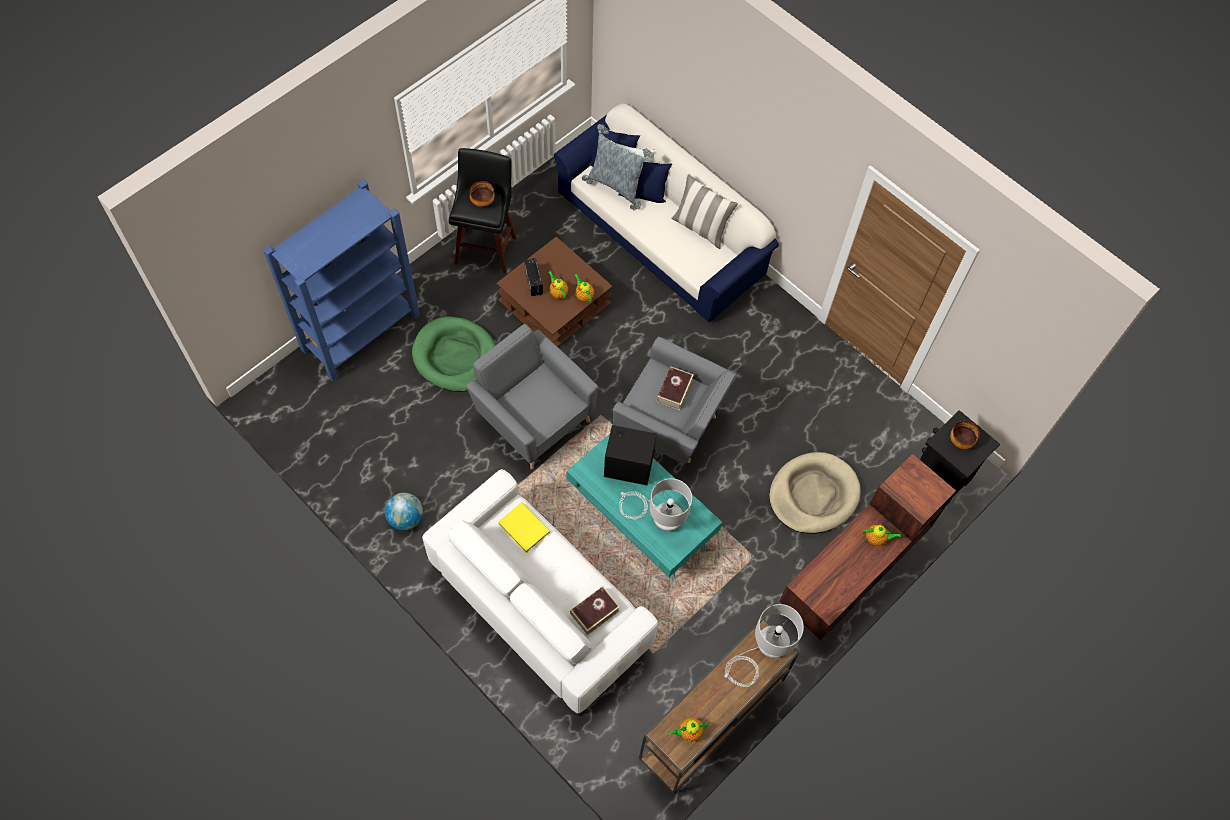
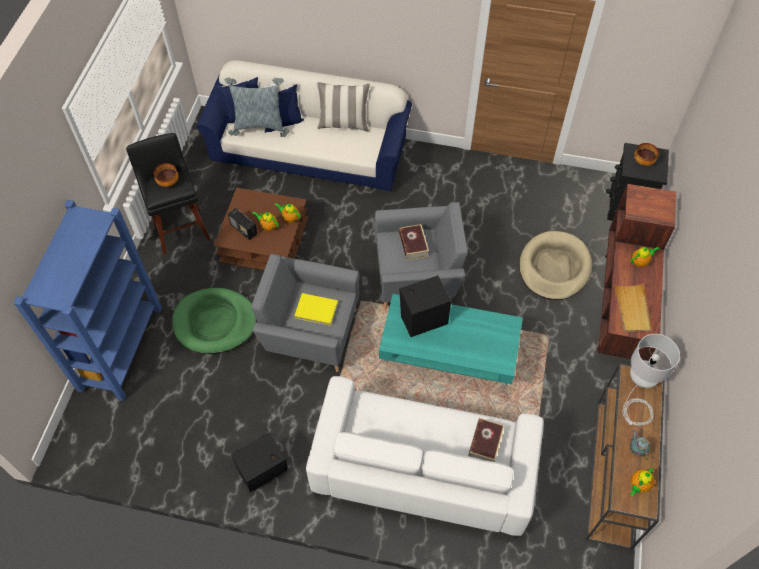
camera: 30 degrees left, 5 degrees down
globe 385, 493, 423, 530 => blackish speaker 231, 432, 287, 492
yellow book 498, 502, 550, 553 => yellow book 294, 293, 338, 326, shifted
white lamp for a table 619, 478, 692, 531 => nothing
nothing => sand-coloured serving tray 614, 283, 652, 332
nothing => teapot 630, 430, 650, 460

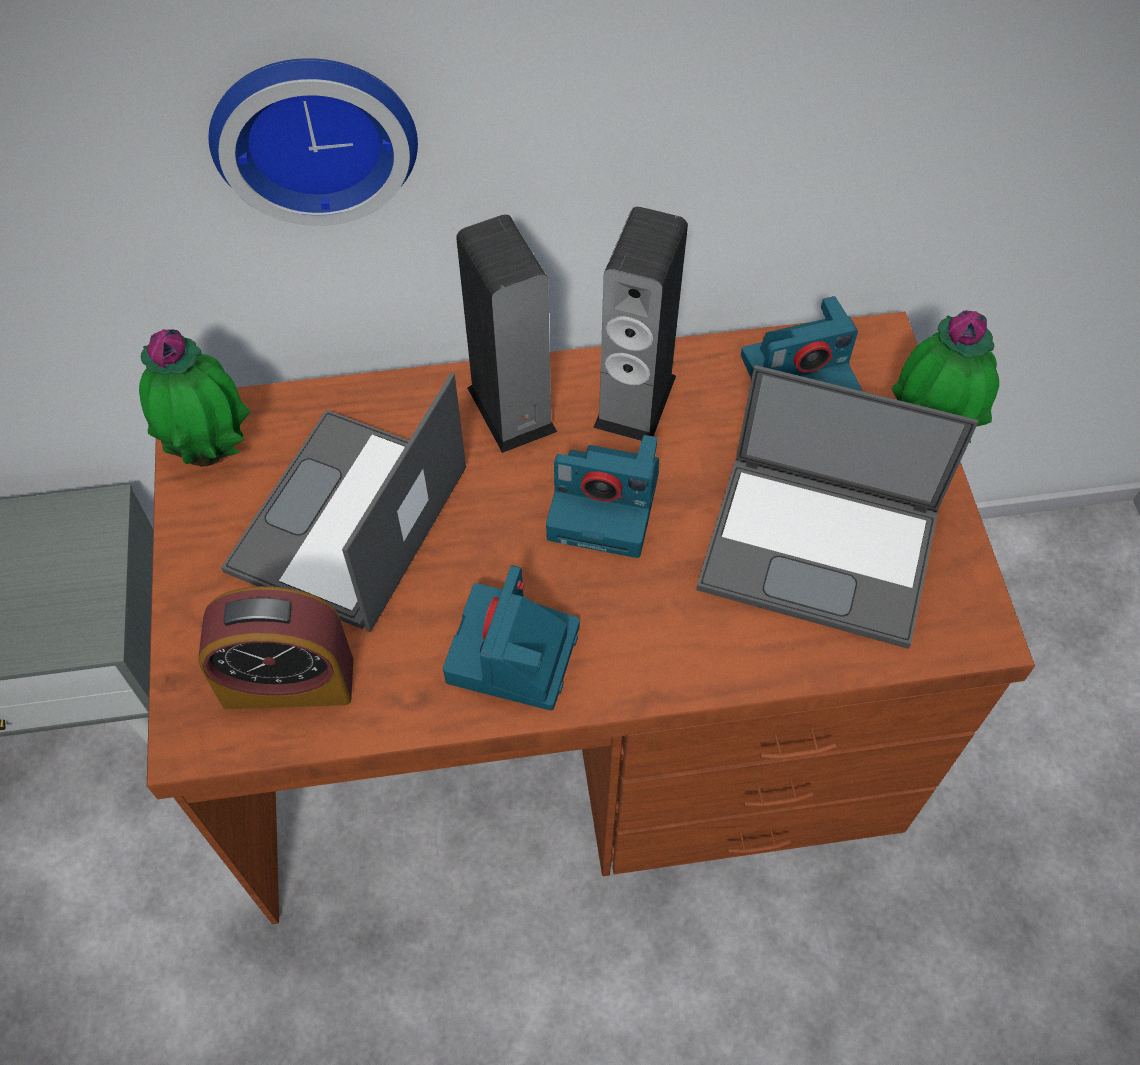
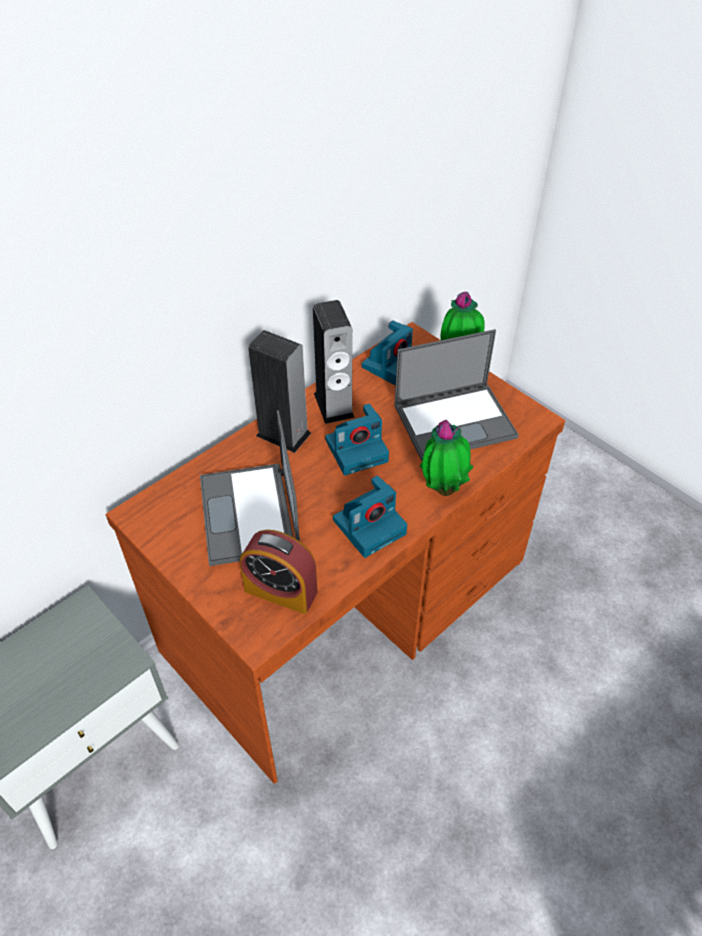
camera: 35 degrees left, 10 degrees down
potted plant 139, 329, 250, 467 => potted plant 420, 420, 473, 496, shifted
alarm clock 198, 586, 353, 709 => alarm clock 240, 530, 318, 614, 60 degrees clockwise
clock on the wall 208, 58, 418, 226 => nothing
photo camera 443, 565, 580, 711 => photo camera 333, 476, 407, 558, 105 degrees counterclockwise

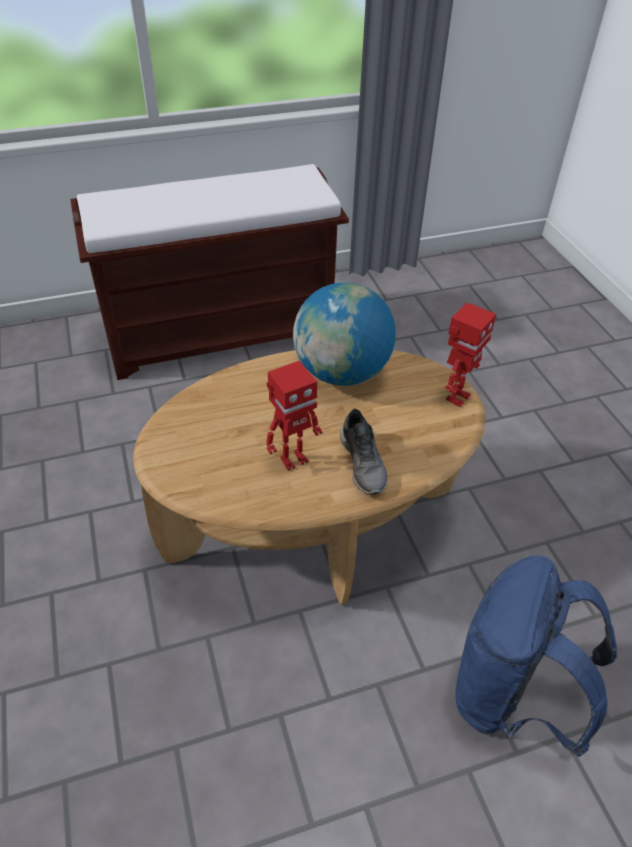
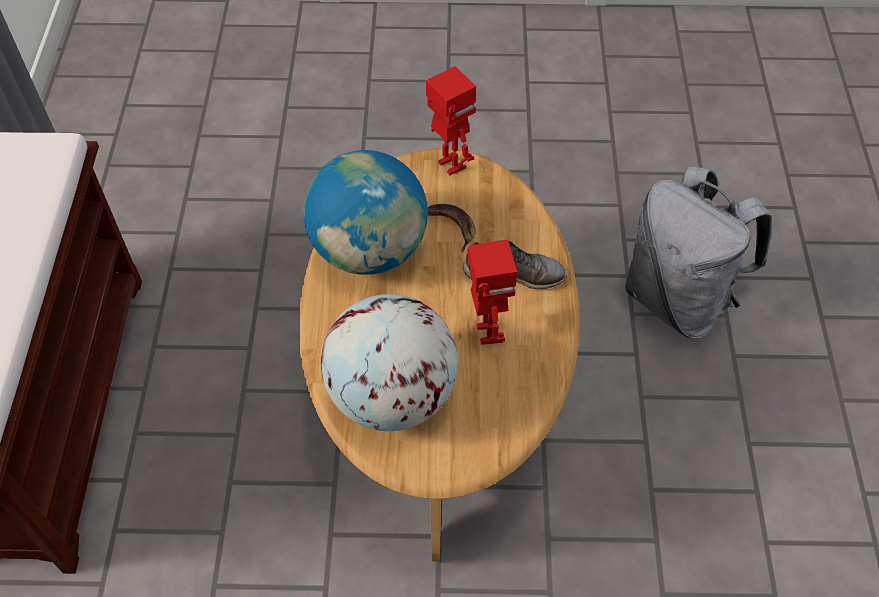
camera: 70 degrees left, 10 degrees up
bluish knapsack 456, 555, 617, 757 => grey knapsack 625, 165, 772, 339
nothing => globe 321, 294, 458, 431
nothing => whole banana 428, 204, 476, 252

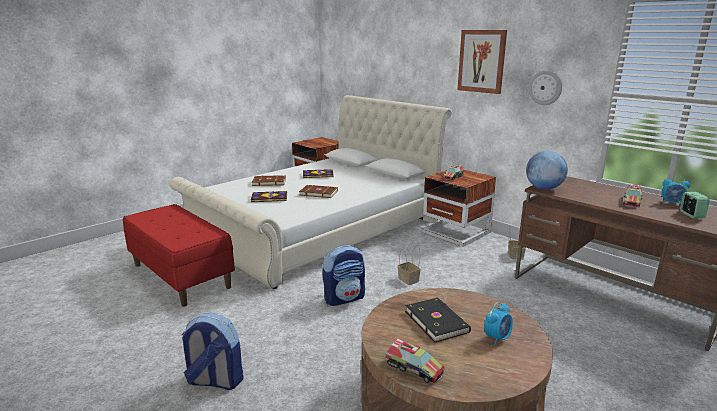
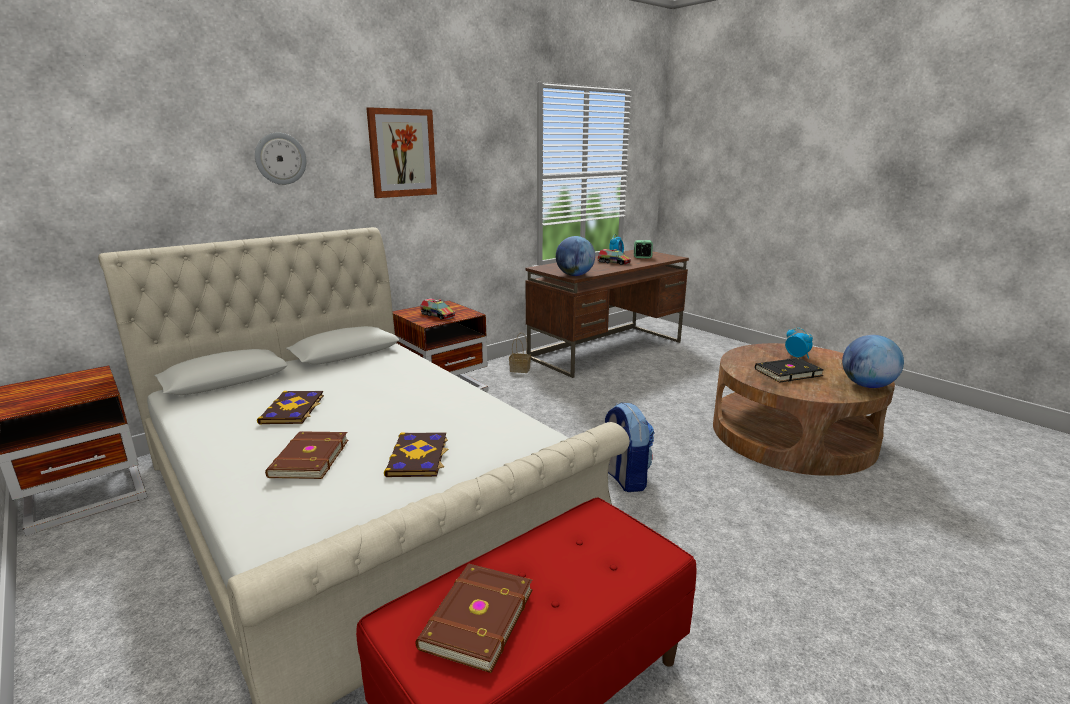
camera: 85 degrees left, 0 degrees up
knapsack 182, 313, 244, 390 => nothing
brownish book 299, 185, 338, 198 => brownish book 416, 564, 533, 673, shifted
toy truck 385, 339, 445, 383 => globe 842, 335, 904, 388
basket 398, 245, 421, 285 => nothing
clock on the wall 529, 70, 562, 105 => clock on the wall 255, 132, 307, 185, shifted

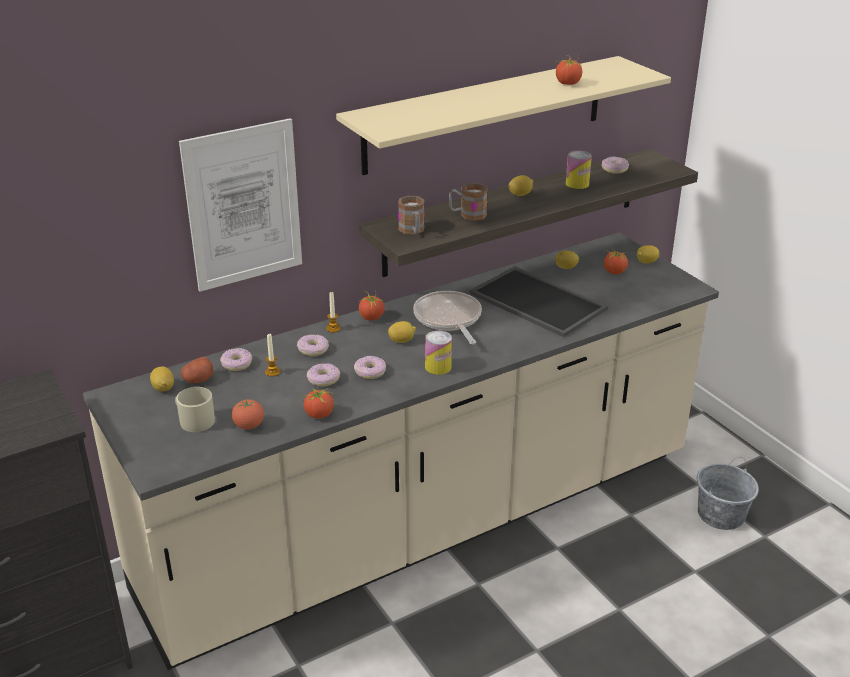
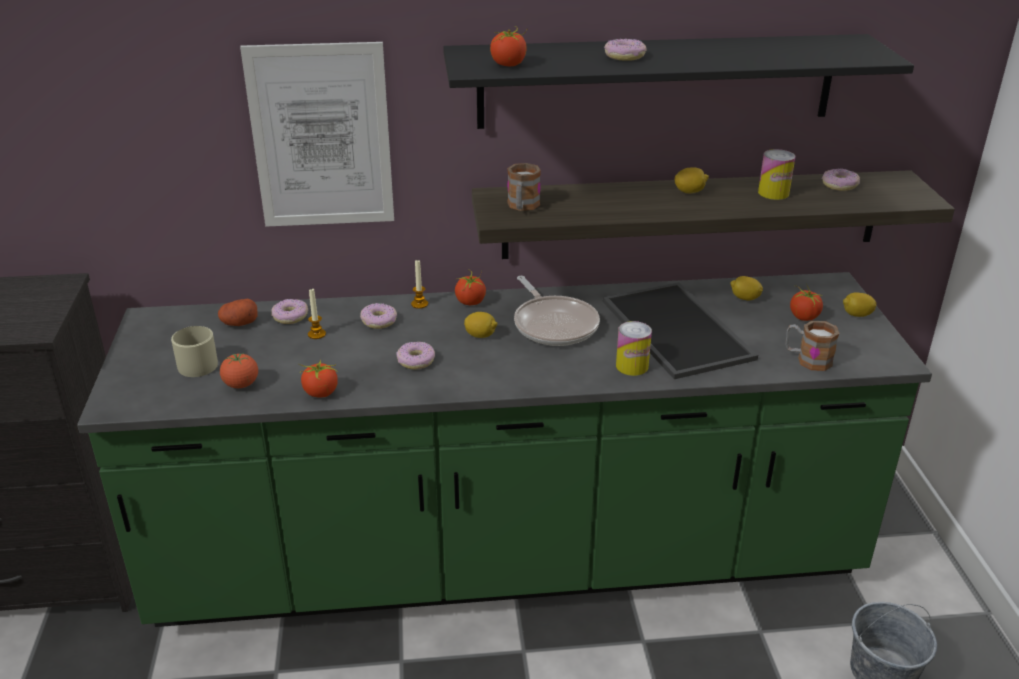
camera: 25 degrees right, 0 degrees up
sand-coloured kitchen counter 83, 233, 719, 670 => greenish kitchen counter 77, 272, 932, 627
citrus fruit 150, 367, 174, 392 => nothing
ring doughnut 307, 363, 340, 386 => ring doughnut 604, 39, 647, 61, shifted
sand-coloured wall shelf 336, 56, 671, 175 => blackish wall shelf 443, 34, 914, 129
frying pan 413, 291, 482, 344 => frying pan 514, 276, 600, 346, 150 degrees clockwise
sealed can 425, 331, 452, 375 => sealed can 616, 321, 652, 376, shifted
mug 449, 183, 488, 221 => mug 785, 321, 840, 371, shifted
tomato 556, 55, 582, 85 => tomato 490, 26, 528, 66, shifted

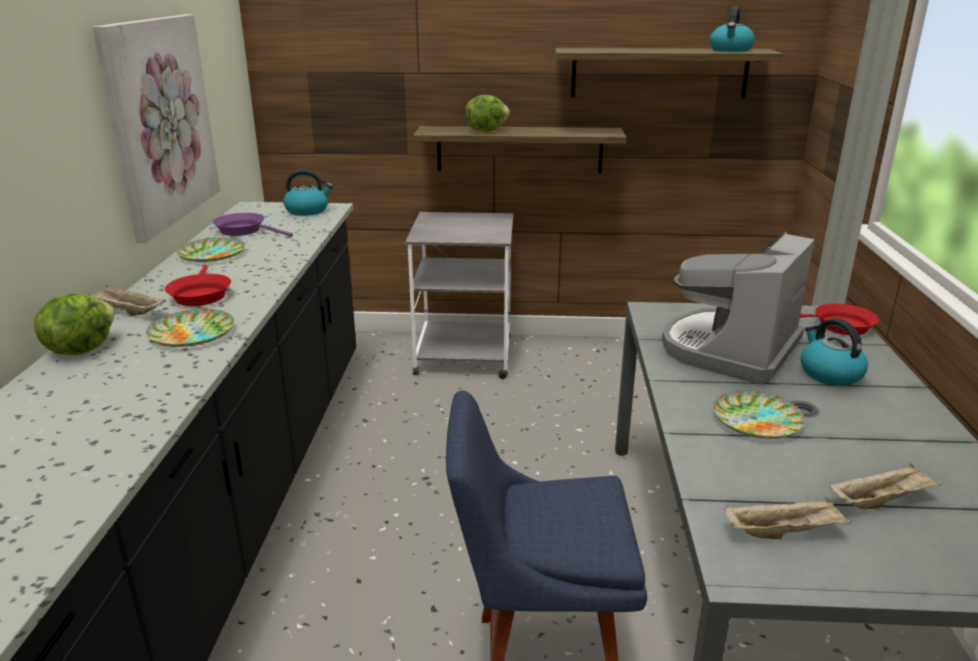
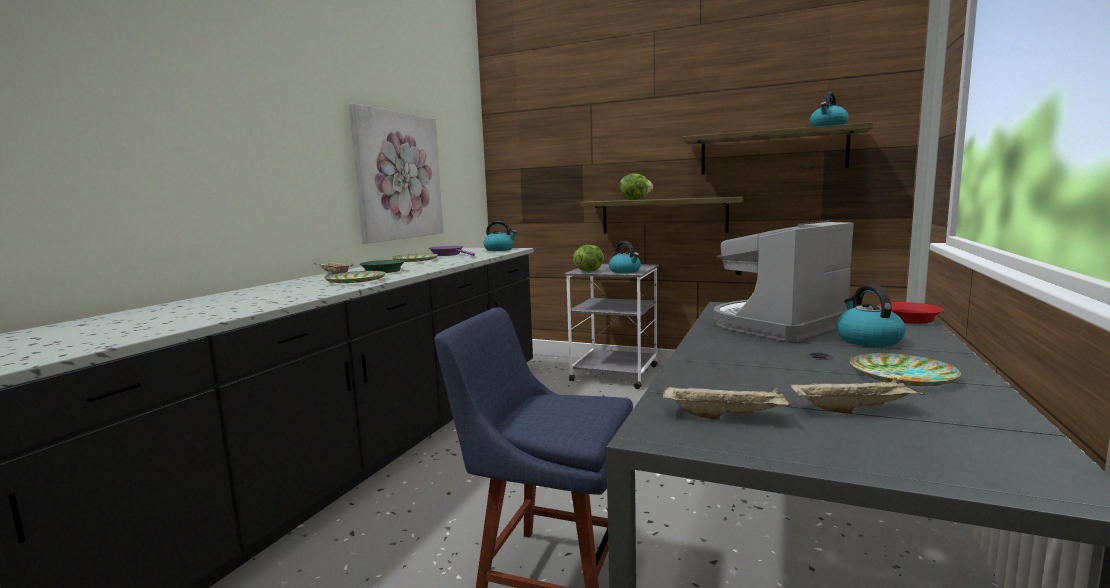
camera: 20 degrees right, 15 degrees down
lettuce head 34, 294, 115, 355 => lettuce head 573, 245, 604, 272, shifted
red-coloured frying pan 165, 265, 231, 306 => greenish frying pan 360, 260, 405, 273
flat dish 713, 390, 806, 439 => flat dish 850, 353, 961, 386, shifted
nothing => kettle 609, 241, 641, 273

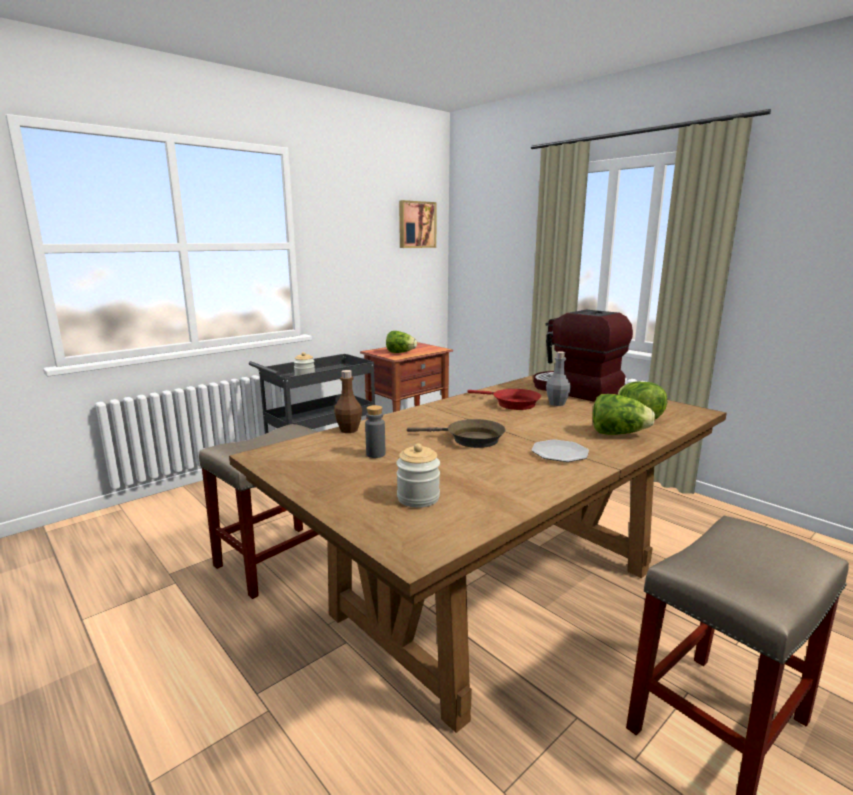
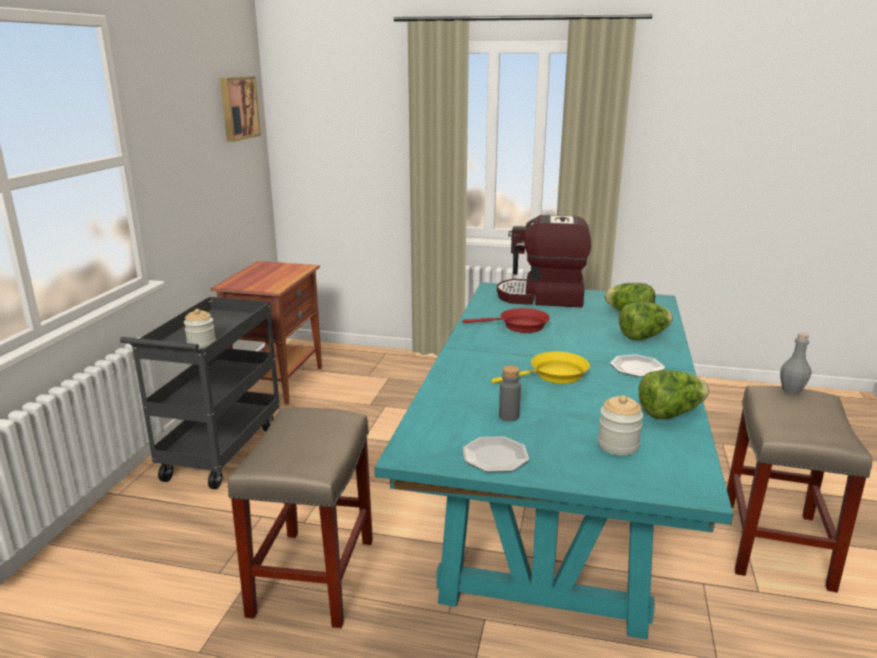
camera: 35 degrees left, 5 degrees up
brownish dining table 229, 375, 727, 733 => blue-green dining table 374, 282, 733, 639
brownish beverage bottle 334, 370, 362, 433 => nothing
lettuce head 386, 331, 417, 353 => lettuce head 639, 370, 709, 419, shifted
brownish frying pan 407, 419, 506, 448 => yellow frying pan 491, 352, 590, 384
grey beverage bottle 546, 351, 571, 406 => grey beverage bottle 780, 332, 811, 394, shifted
nothing => flat dish 463, 436, 529, 472

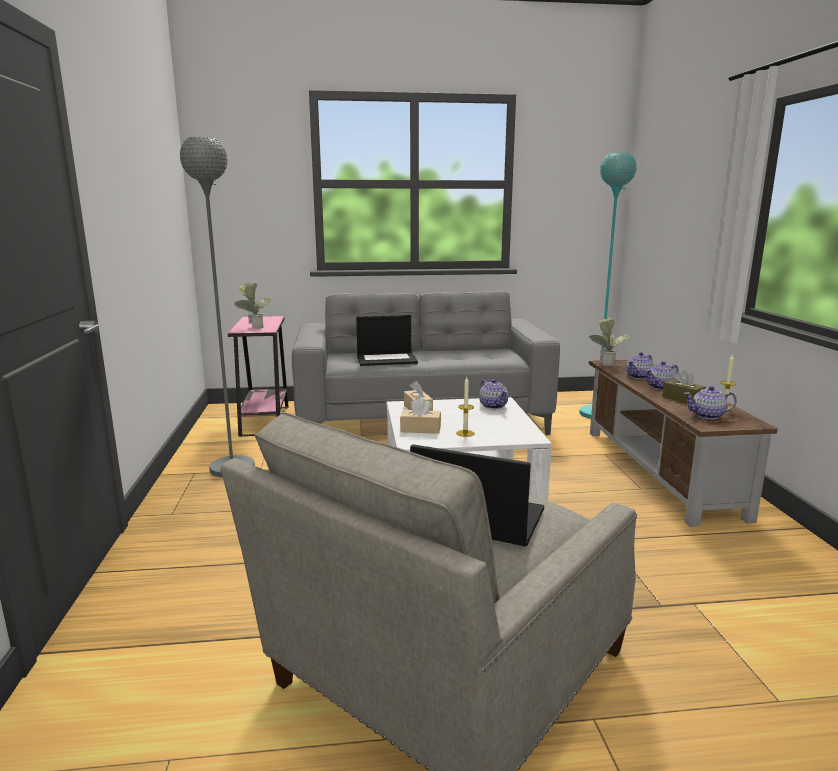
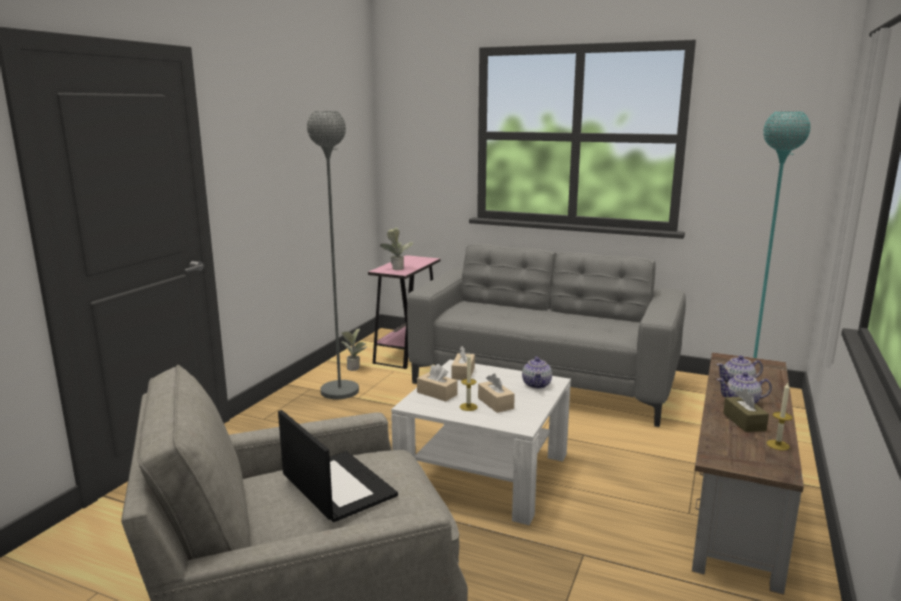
camera: 30 degrees right, 0 degrees up
notebook computer 356, 315, 418, 366 => nothing
potted plant 589, 317, 629, 366 => potted plant 341, 328, 367, 371, shifted
teapot 684, 386, 737, 419 => nothing
nothing => sand-coloured tissue holder 478, 373, 515, 413

